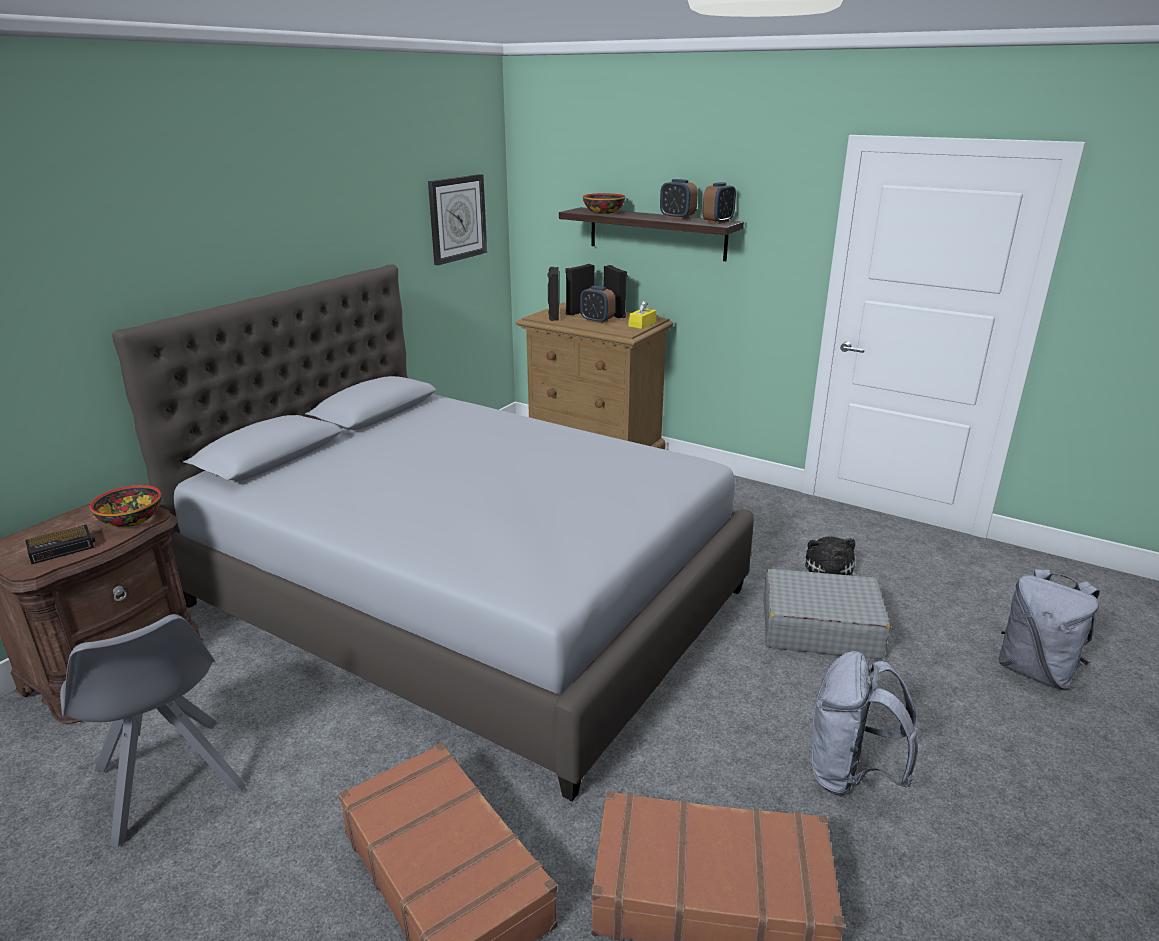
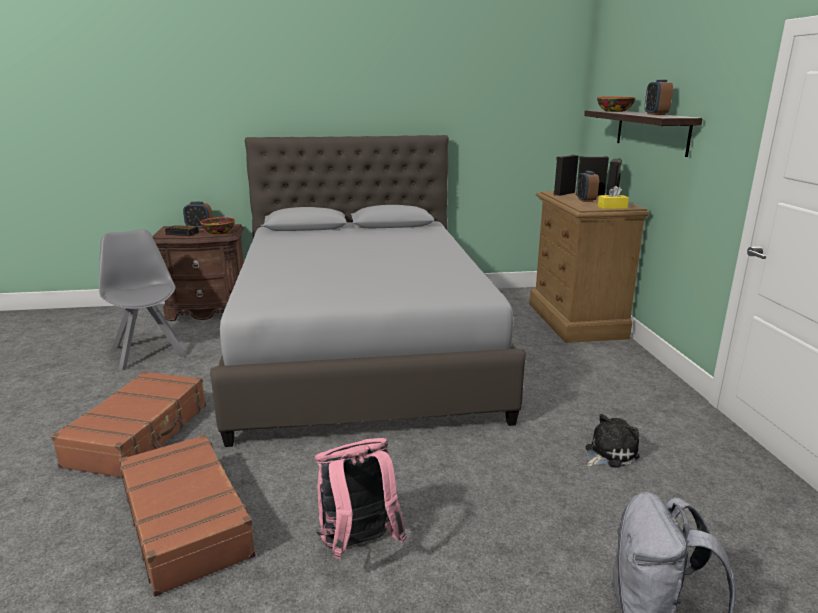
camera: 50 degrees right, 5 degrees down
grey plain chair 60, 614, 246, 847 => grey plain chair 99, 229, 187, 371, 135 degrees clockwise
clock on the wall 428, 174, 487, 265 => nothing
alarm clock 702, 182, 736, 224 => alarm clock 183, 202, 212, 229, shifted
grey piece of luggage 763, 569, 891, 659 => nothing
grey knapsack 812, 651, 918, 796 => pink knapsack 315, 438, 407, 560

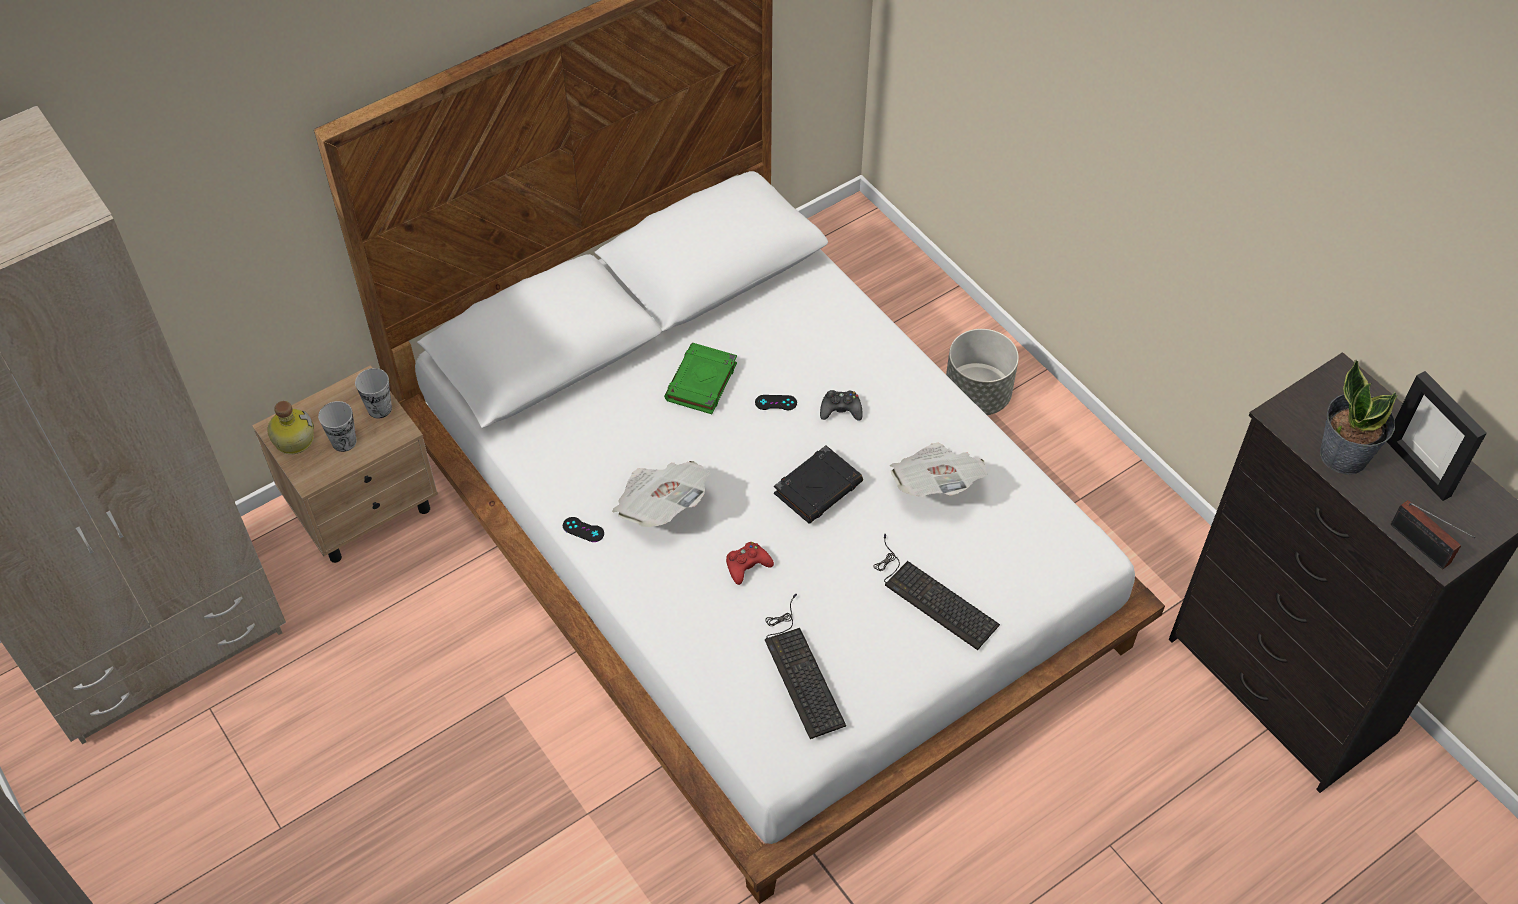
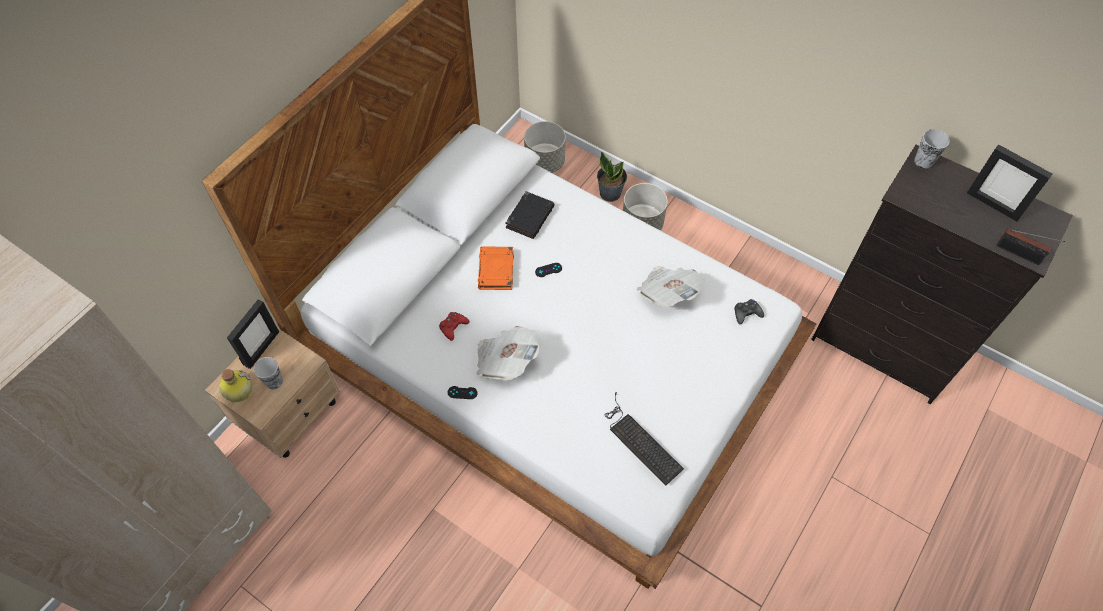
camera: 20 degrees left, 5 degrees up
small cup 355, 368, 392, 418 => small cup 914, 129, 950, 169, shifted
greenish book 664, 343, 737, 414 => orange book 478, 247, 514, 290
red-coloured joypad 726, 542, 774, 585 => red-coloured joypad 439, 312, 469, 341, shifted
blackish book 774, 446, 863, 524 => blackish book 505, 191, 555, 239, shifted
blackish joypad 820, 390, 863, 421 => blackish joypad 734, 299, 764, 324, shifted
keyboard 873, 534, 1000, 650 => nothing
potted plant 1320, 360, 1397, 475 => potted plant 597, 152, 627, 202, shifted
nothing => photo frame 227, 300, 279, 369
nothing => grey planter 524, 121, 566, 173

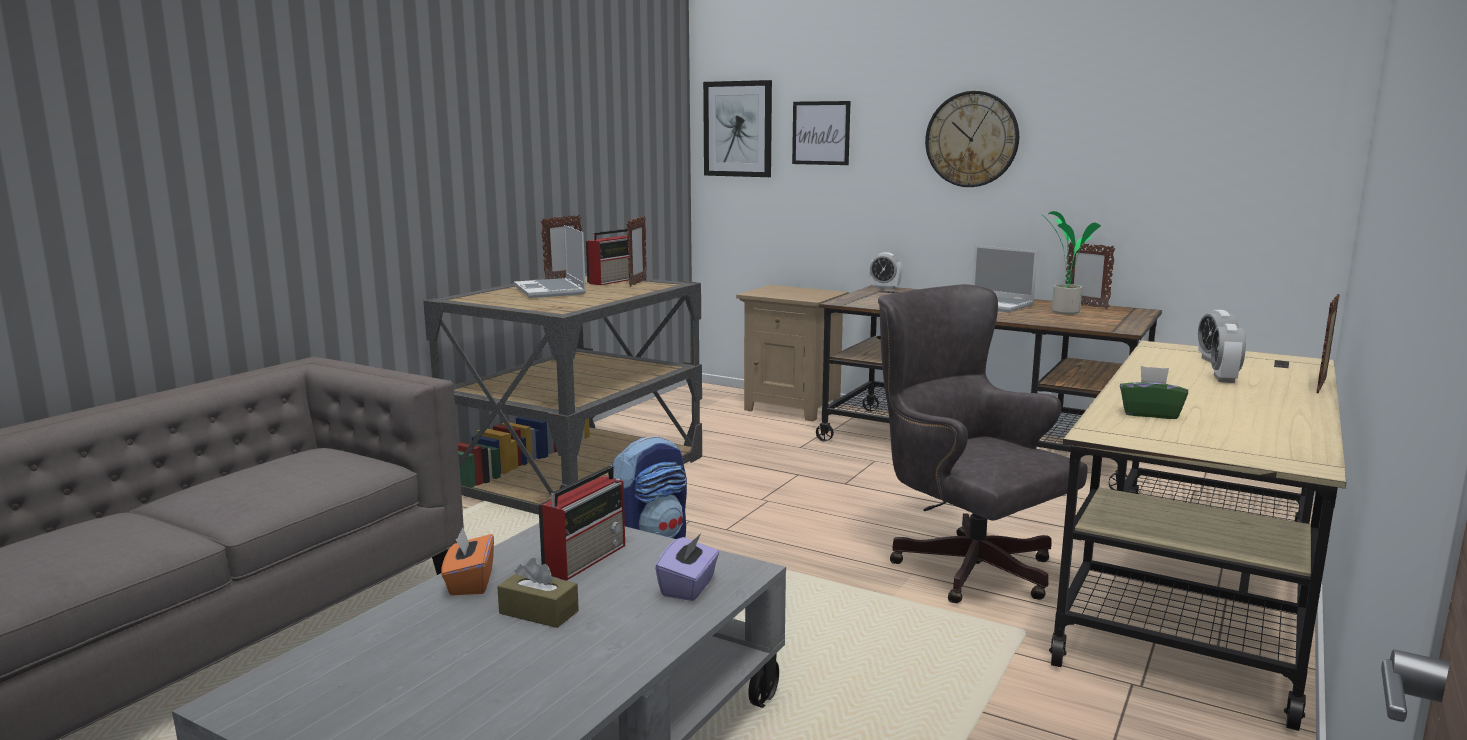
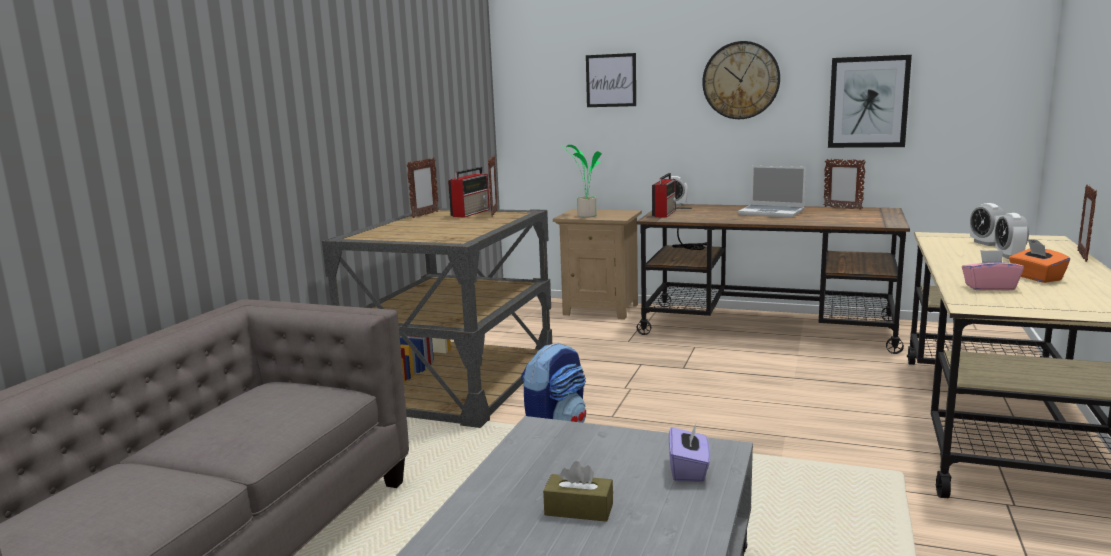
camera: 10 degrees left, 0 degrees up
orange tissue holder 441, 527, 494, 596 => orange tissue holder 1009, 241, 1070, 283, shifted
notebook computer 514, 225, 586, 298 => nothing
radio 538, 466, 625, 581 => radio 652, 173, 676, 218, shifted
picture 703, 80, 772, 177 => picture 828, 55, 912, 148, shifted
grey desk chair 878, 284, 1088, 603 => nothing
potted plant 1038, 211, 1101, 314 => potted plant 563, 145, 602, 218, shifted
greenish tissue holder 1120, 366, 1188, 419 => pink tissue holder 962, 250, 1024, 291

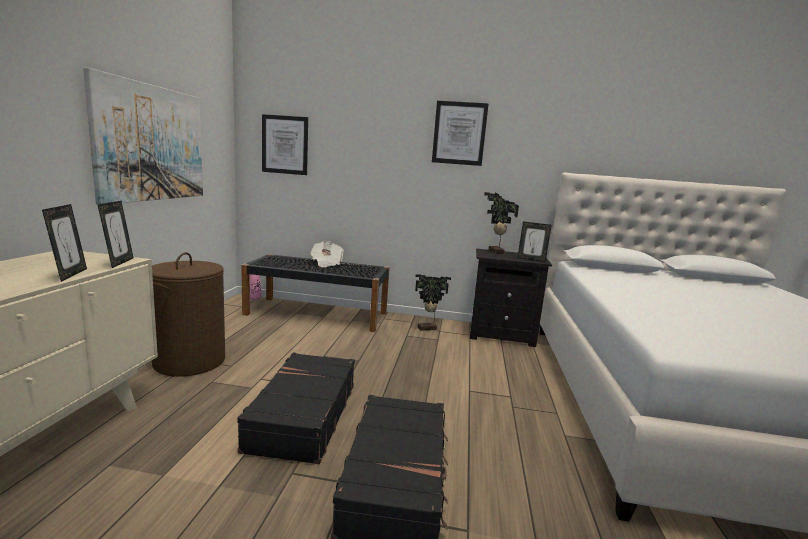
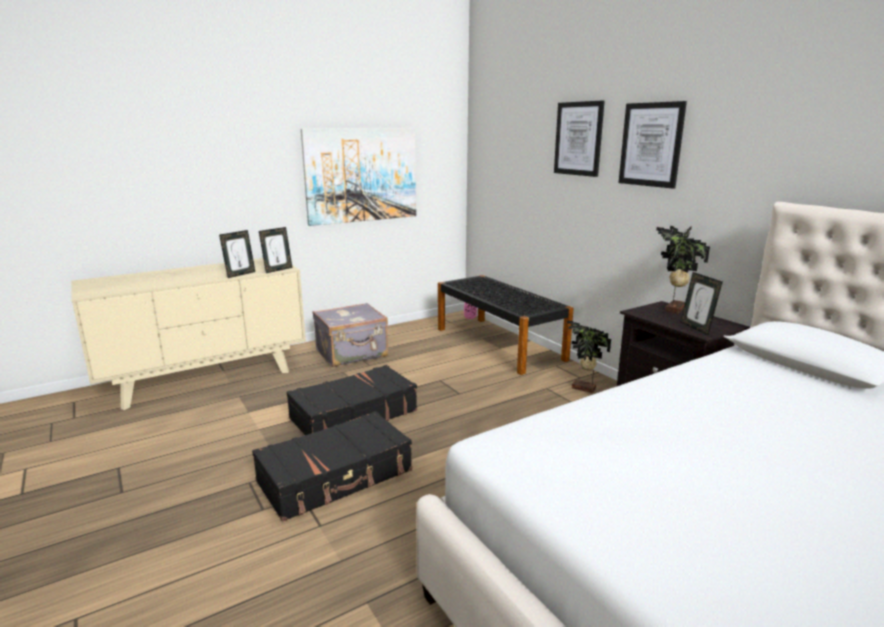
camera: 50 degrees right, 5 degrees up
brownish washing basket 152, 252, 225, 377 => grey piece of luggage 312, 303, 388, 367
picture 262, 114, 308, 175 => picture 554, 100, 605, 177, shifted
daily paper 310, 241, 344, 267 => nothing

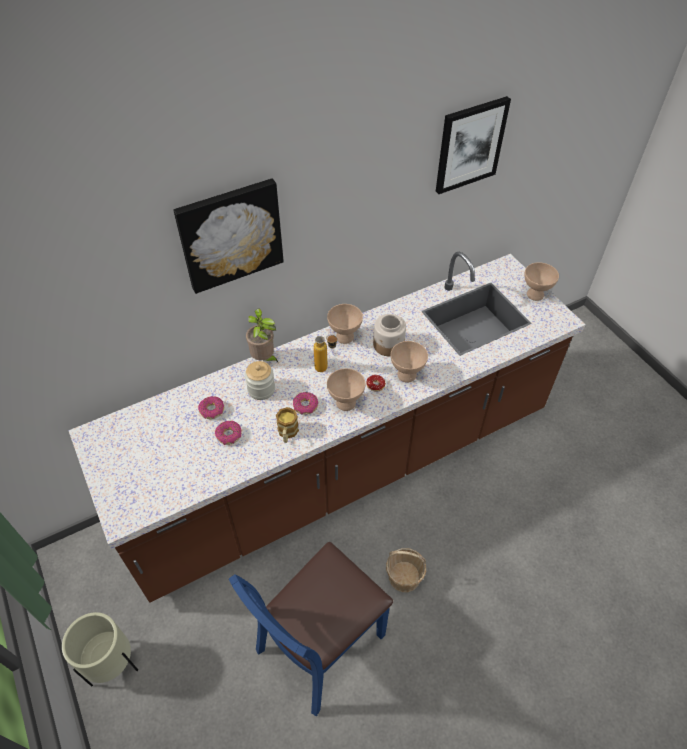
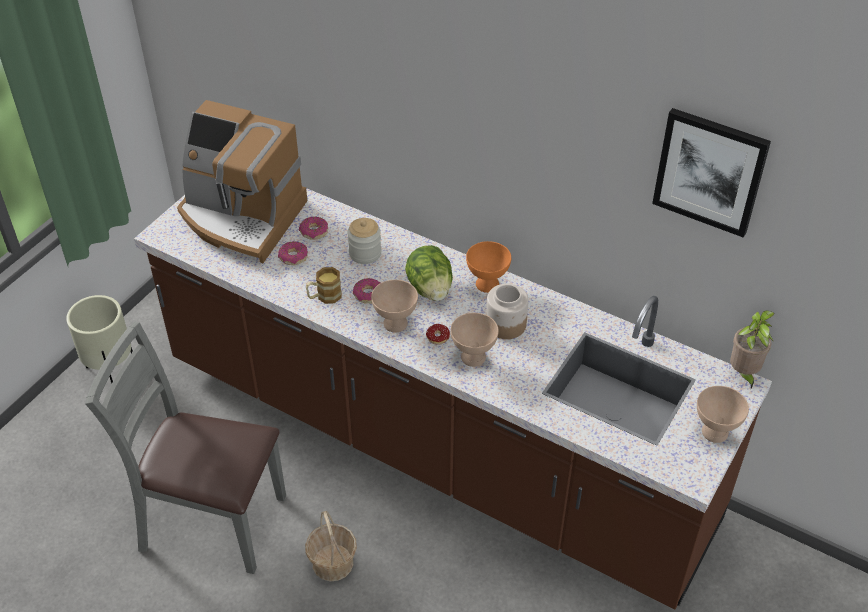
camera: 60 degrees right, 5 degrees down
picture 173, 178, 284, 294 => nothing
bluish plain chair 229, 542, 393, 716 => grey plain chair 85, 322, 286, 574
potted plant 246, 308, 278, 362 => potted plant 730, 311, 774, 388, shifted
beverage bottle 314, 335, 338, 372 => lettuce head 405, 245, 453, 301
sand-coloured serving bowl 327, 304, 363, 344 => orange serving bowl 466, 241, 511, 293
nothing => coffee brewer 177, 100, 307, 263

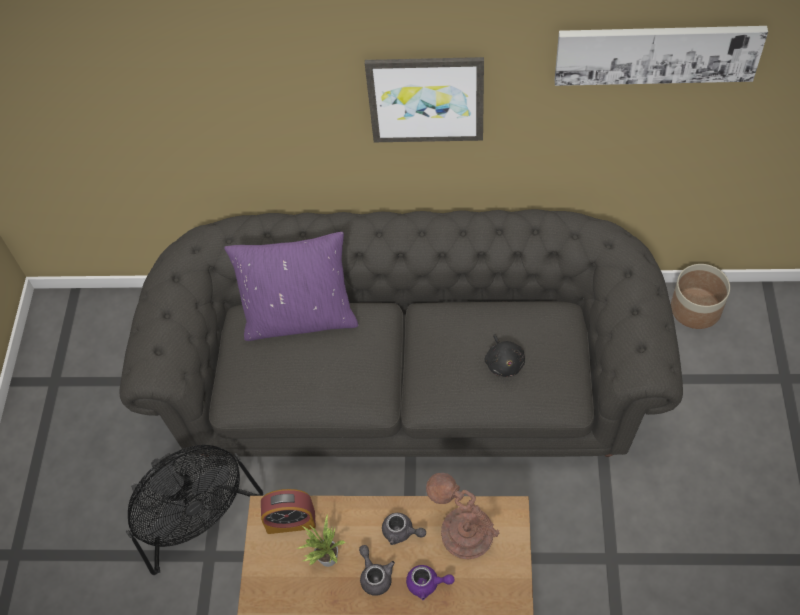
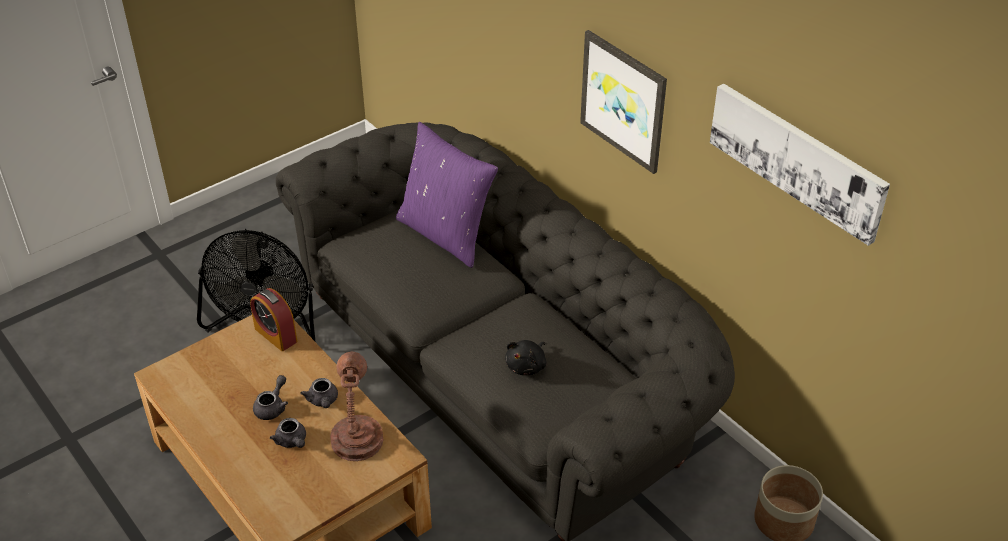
camera: 45 degrees right, 15 degrees down
potted plant 297, 515, 346, 567 => nothing
purple-coloured teapot 406, 565, 455, 600 => grey teapot 270, 418, 306, 448

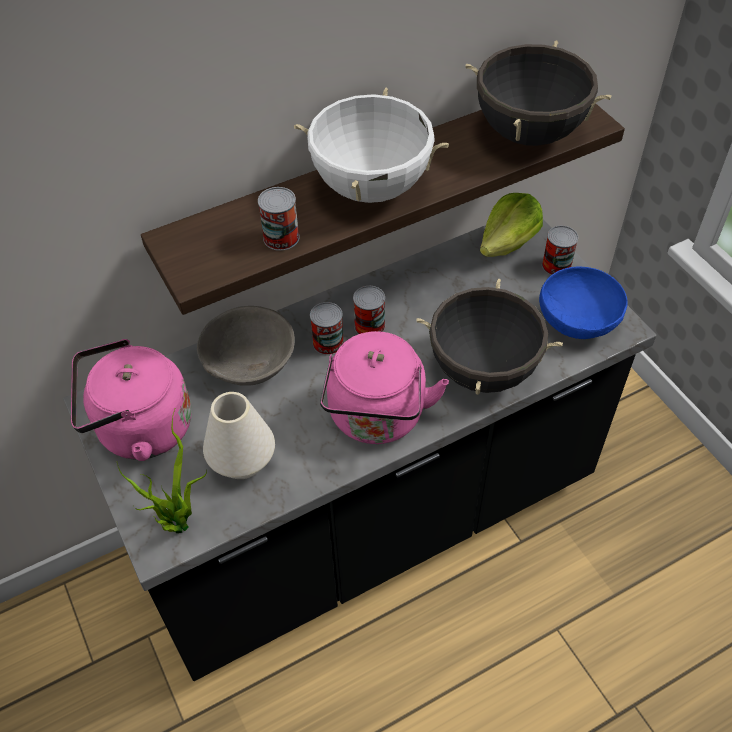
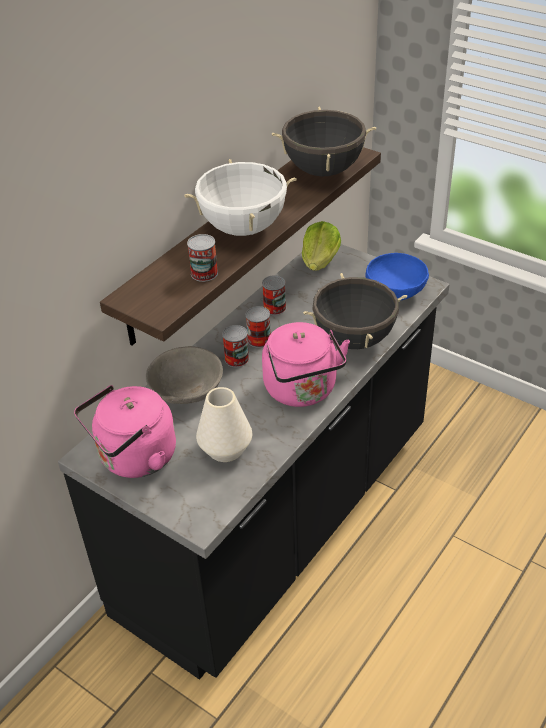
camera: 25 degrees left, 10 degrees down
potted plant 117, 409, 207, 533 => nothing
sealed can 542, 226, 578, 275 => sealed can 262, 275, 286, 315, shifted

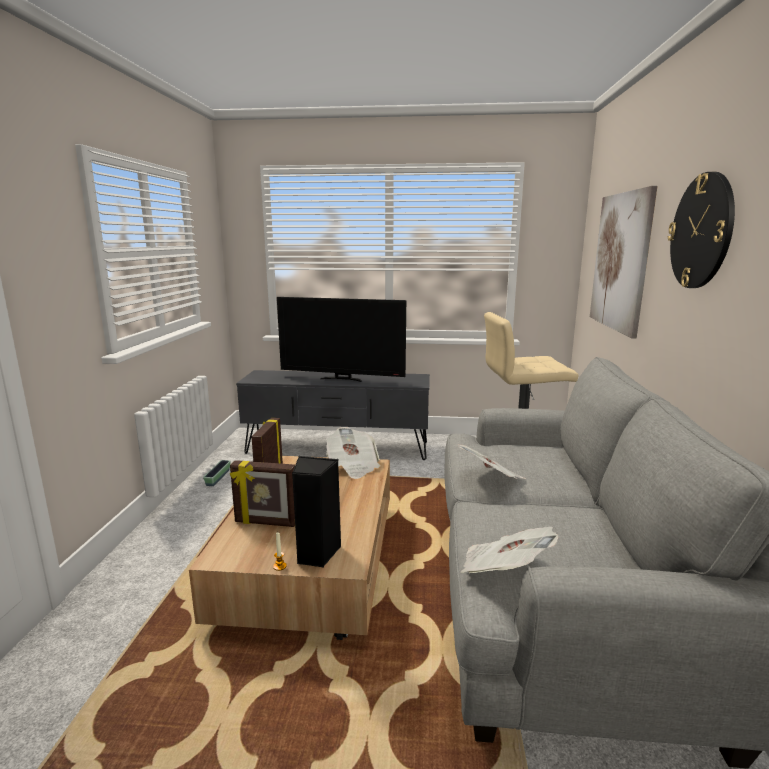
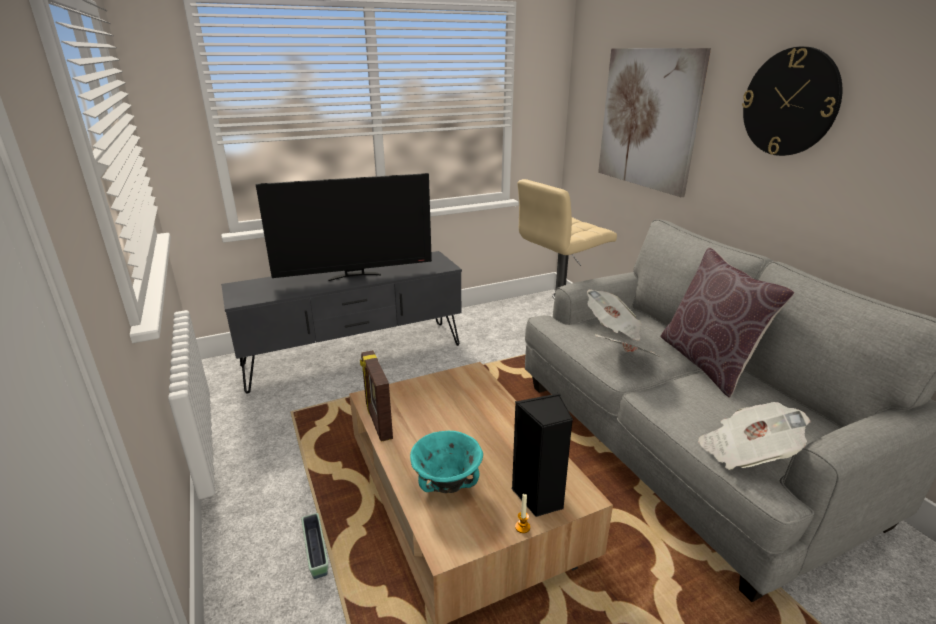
camera: 30 degrees left, 10 degrees up
planter 203, 460, 231, 486 => planter 301, 513, 328, 579, shifted
photo frame 230, 460, 295, 527 => blue-green serving bowl 410, 431, 483, 493
daily paper 326, 427, 380, 479 => daily paper 587, 289, 641, 341, shifted
nothing => brownish pillow 660, 247, 795, 398

